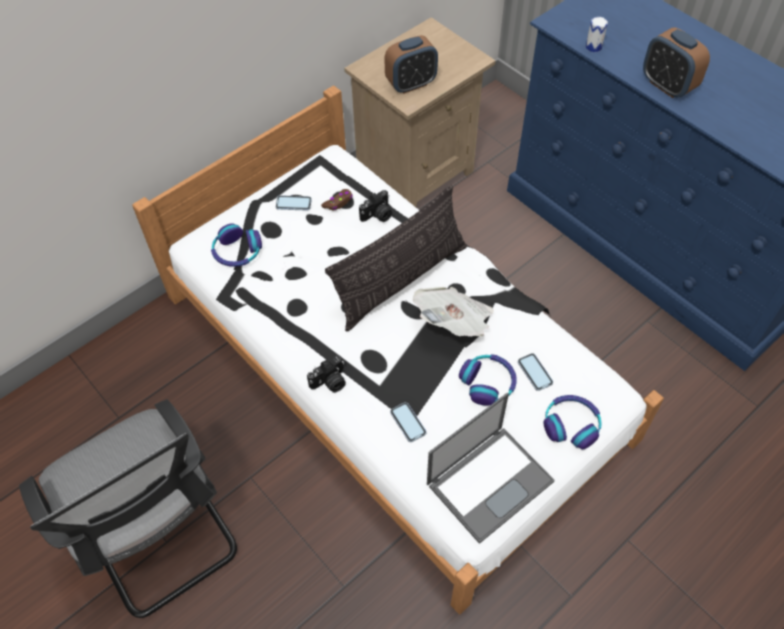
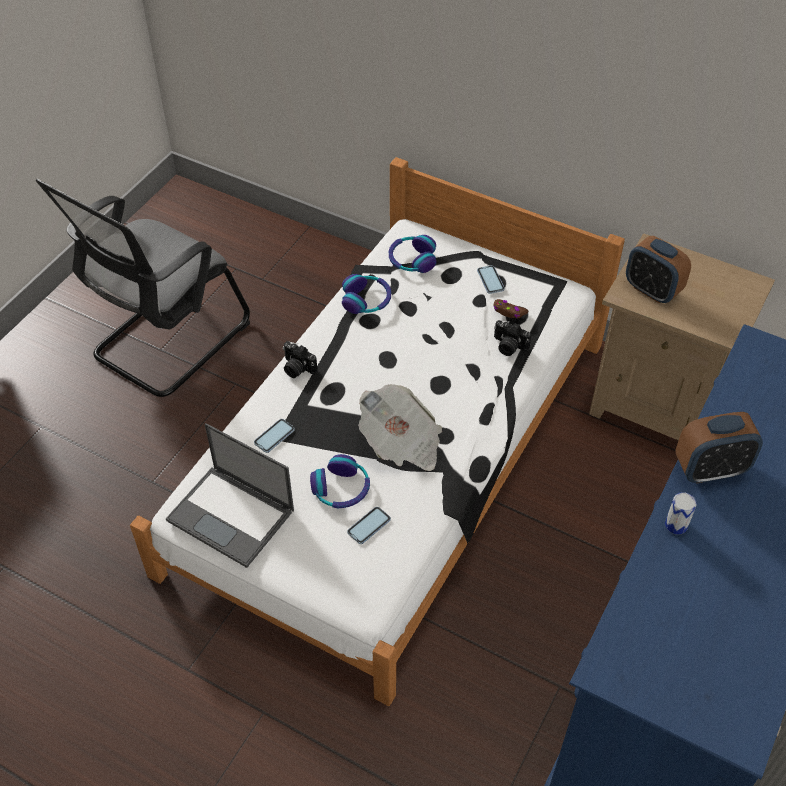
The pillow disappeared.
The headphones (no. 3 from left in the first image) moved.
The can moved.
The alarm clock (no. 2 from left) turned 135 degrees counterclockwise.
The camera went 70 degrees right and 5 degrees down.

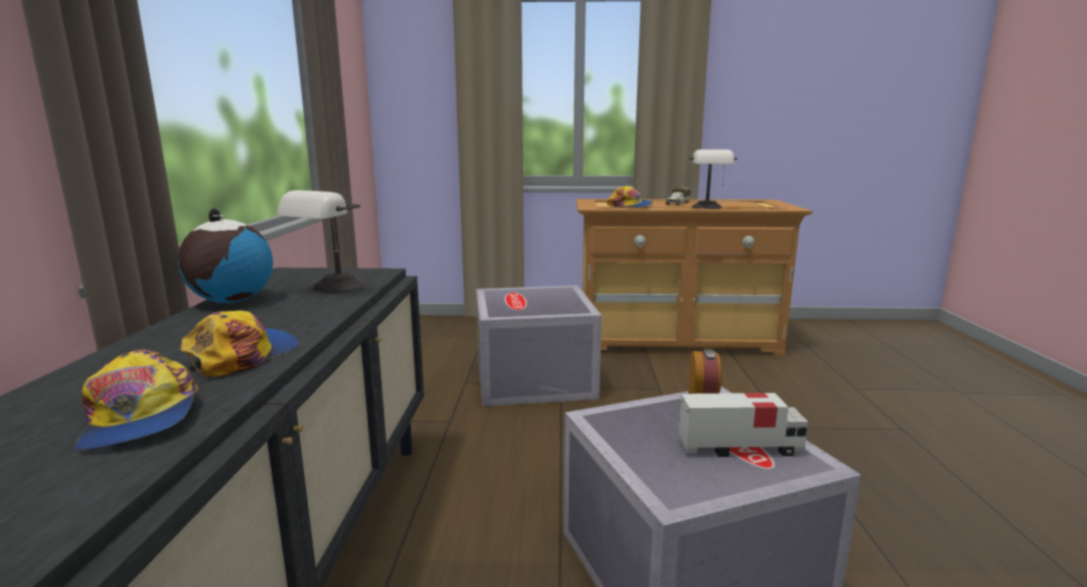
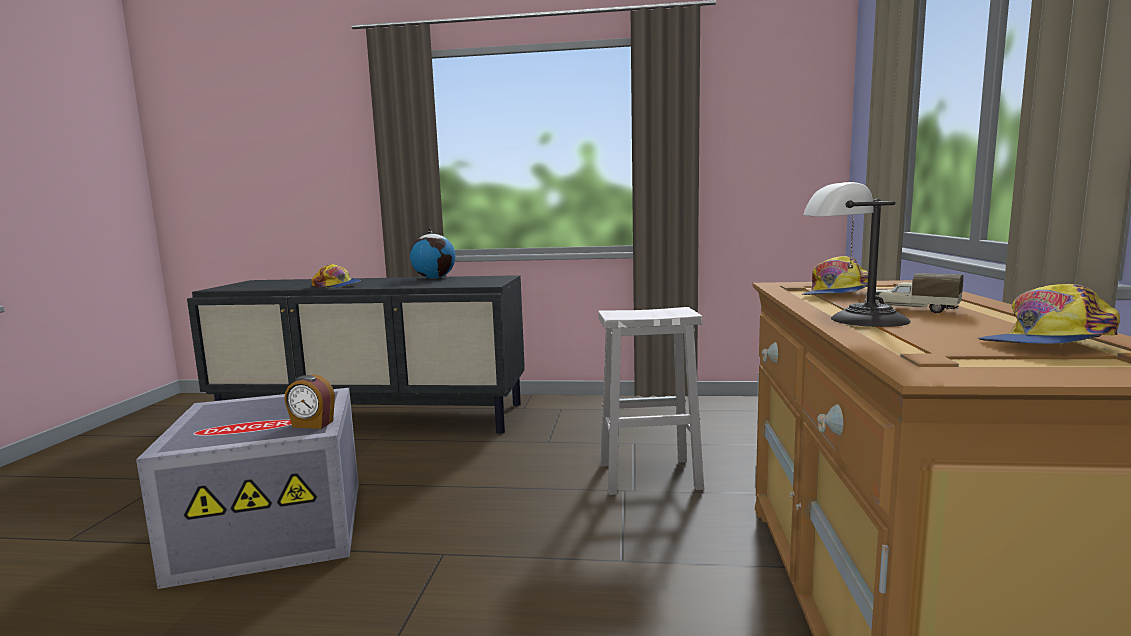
The table lamp (no. 1 from left) disappeared.
The toy truck (no. 2 from left) disappeared.
The cap (no. 1 from left in the first image) moved.
The storage box (grey) (no. 1 from left) was replaced by the stool (white).
The camera went 95 degrees right and 5 degrees down.

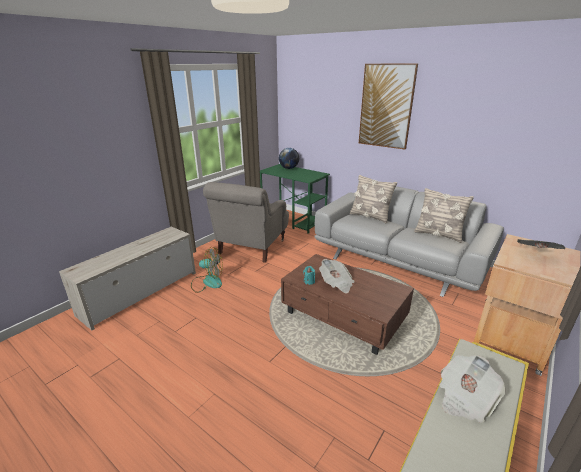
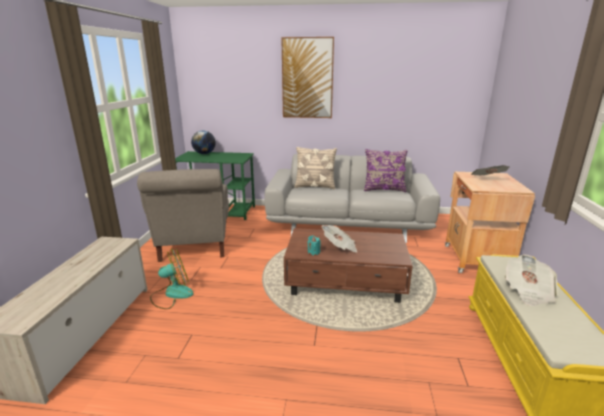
The pillow (beige) (no. 2 from left) became the pillow (purple).
The camera went 30 degrees left and 5 degrees down.

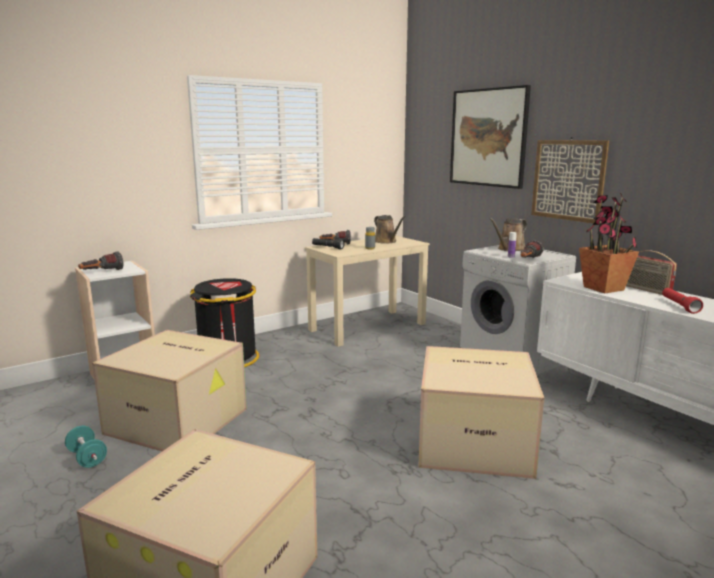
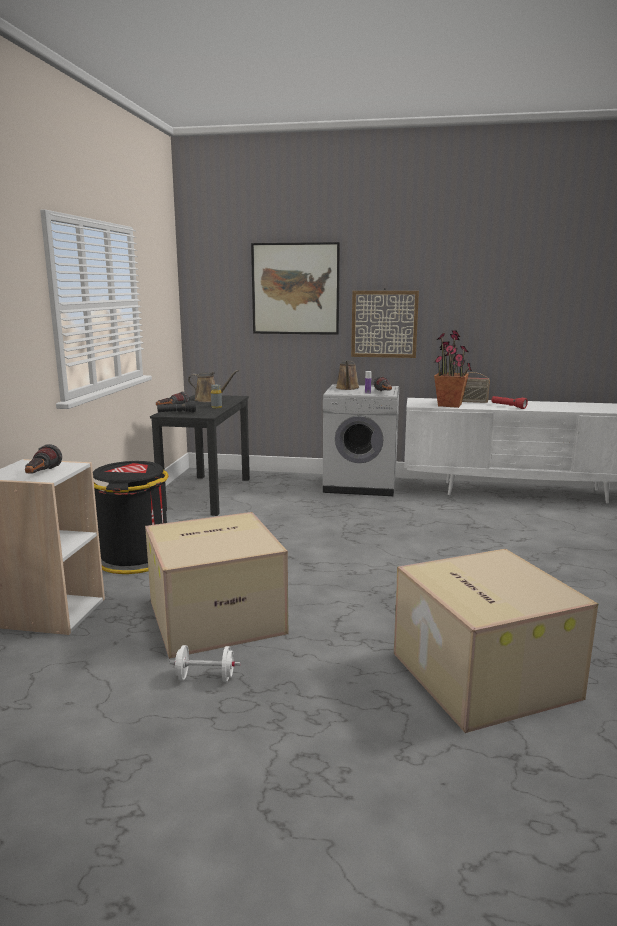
The cardboard box (no. 3 from left) disappeared.
The dumbbell (turquoise) became the dumbbell (white).
The desk (beige) became the desk (black).
The camera went 45 degrees left and 0 degrees up.

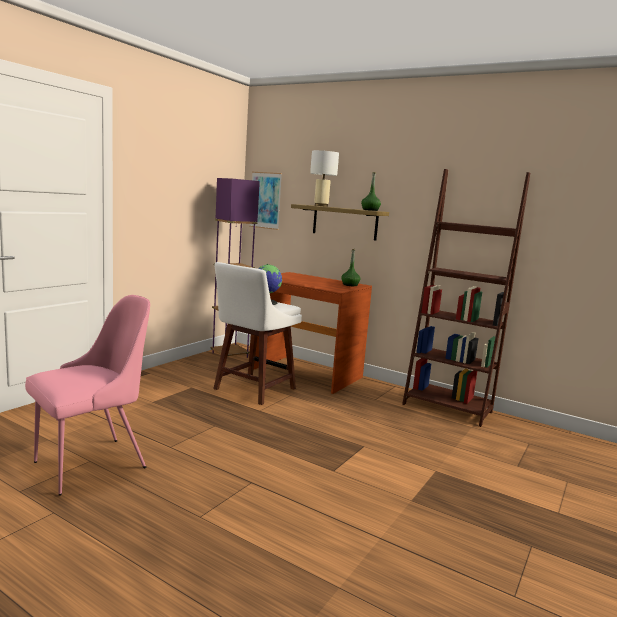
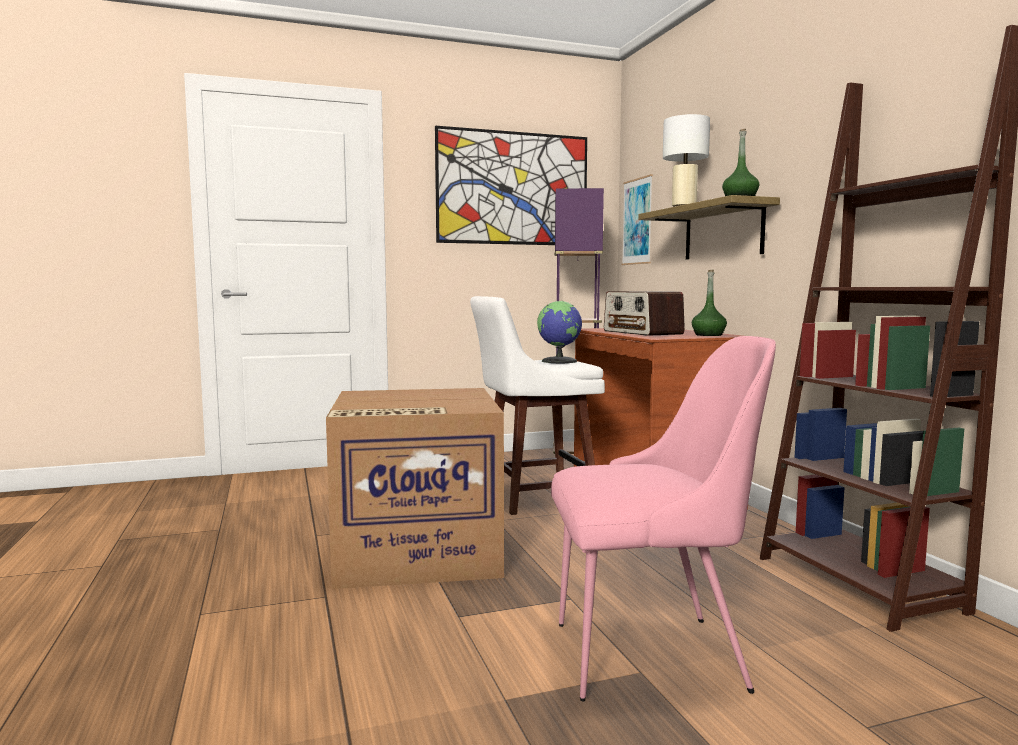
The cardboard box appeared.
The picture (no. 1 from left) appeared.
The radio appeared.
The chair (pink) moved.
The camera went 40 degrees right and 5 degrees down.

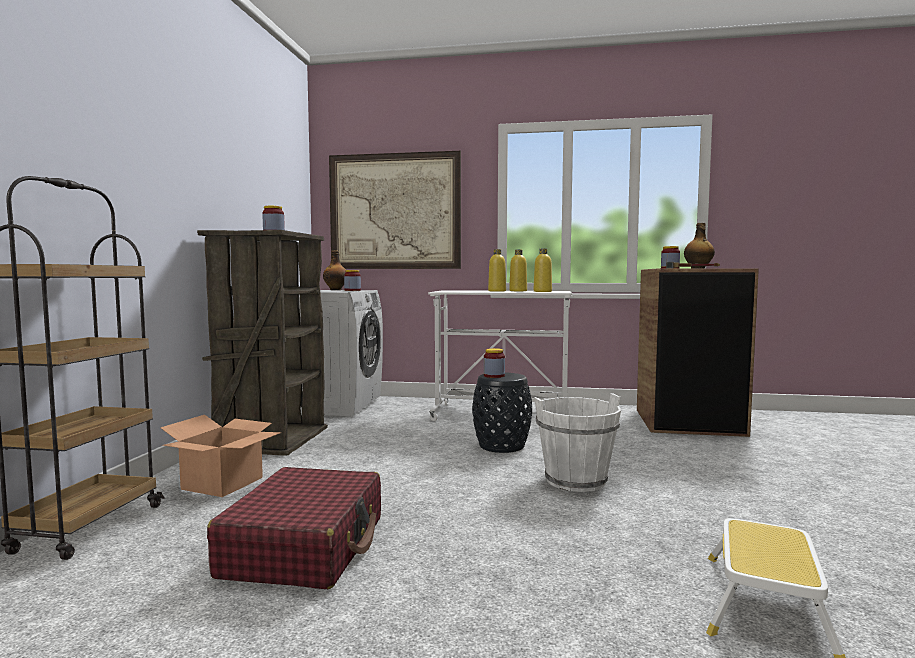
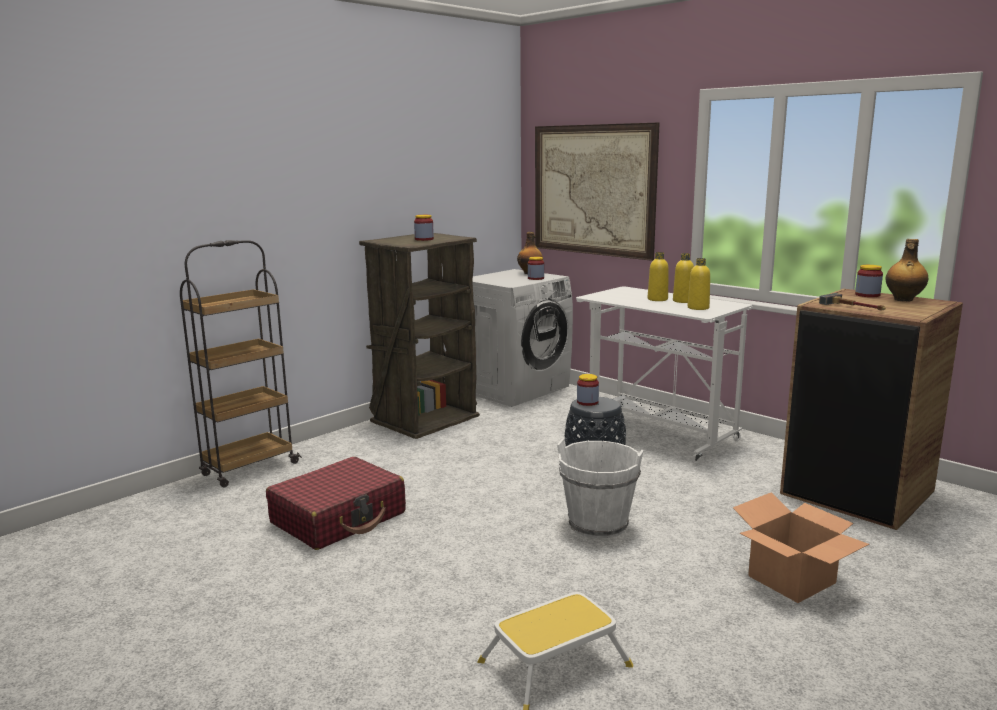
The cardboard box moved.
The camera went 35 degrees right and 10 degrees up.

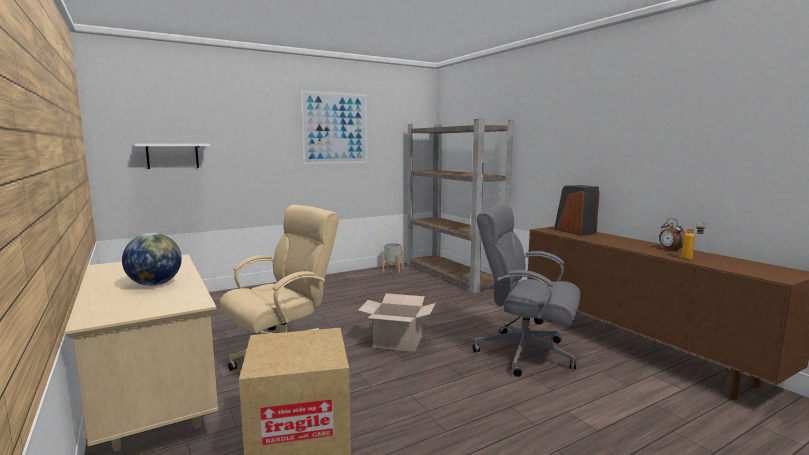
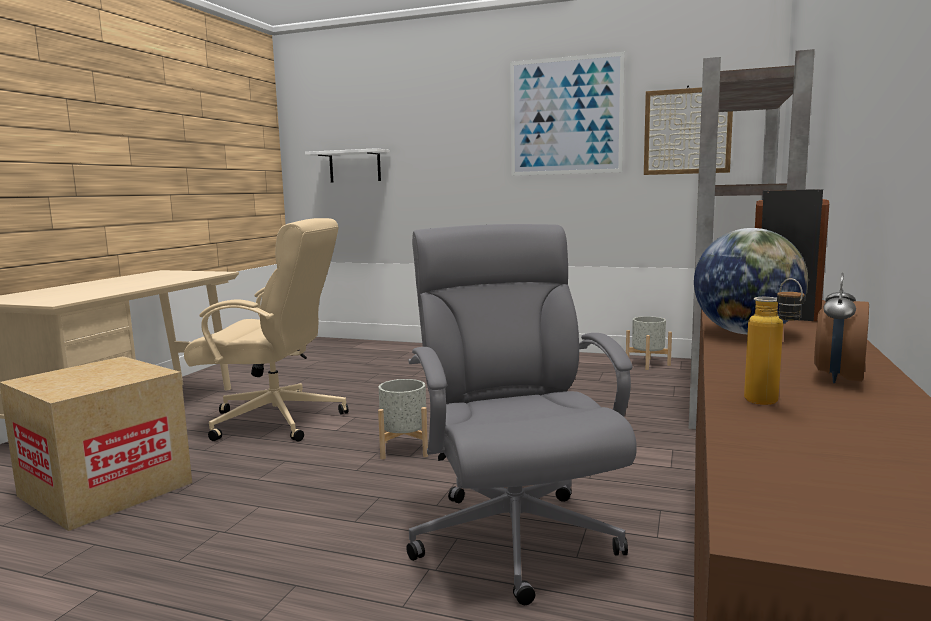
The picture (no. 2 from left) appeared.
The globe moved.
The cardboard box (no. 2 from left) was replaced by the planter (grey) (no. 1 from left).
The camera went 50 degrees right and 0 degrees up.

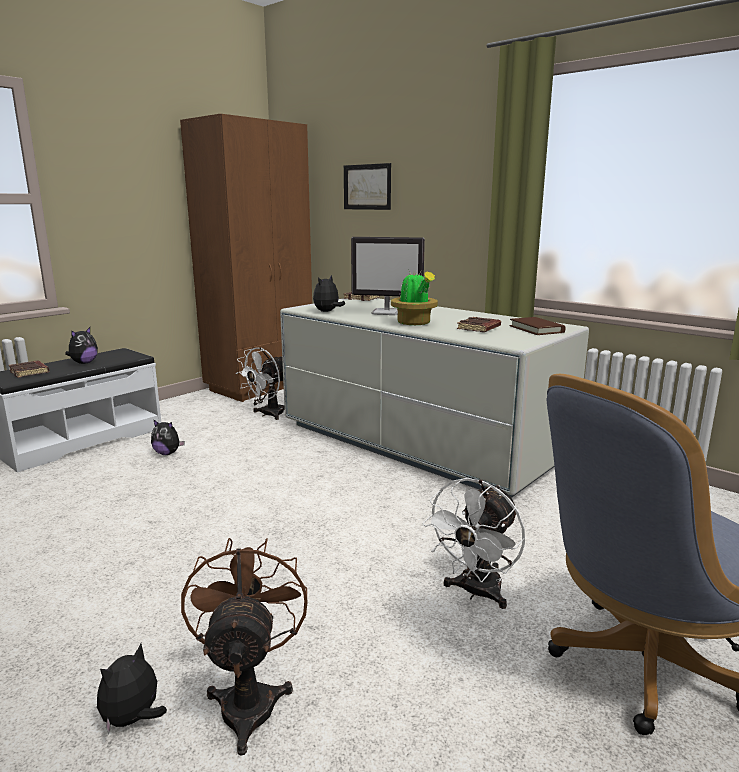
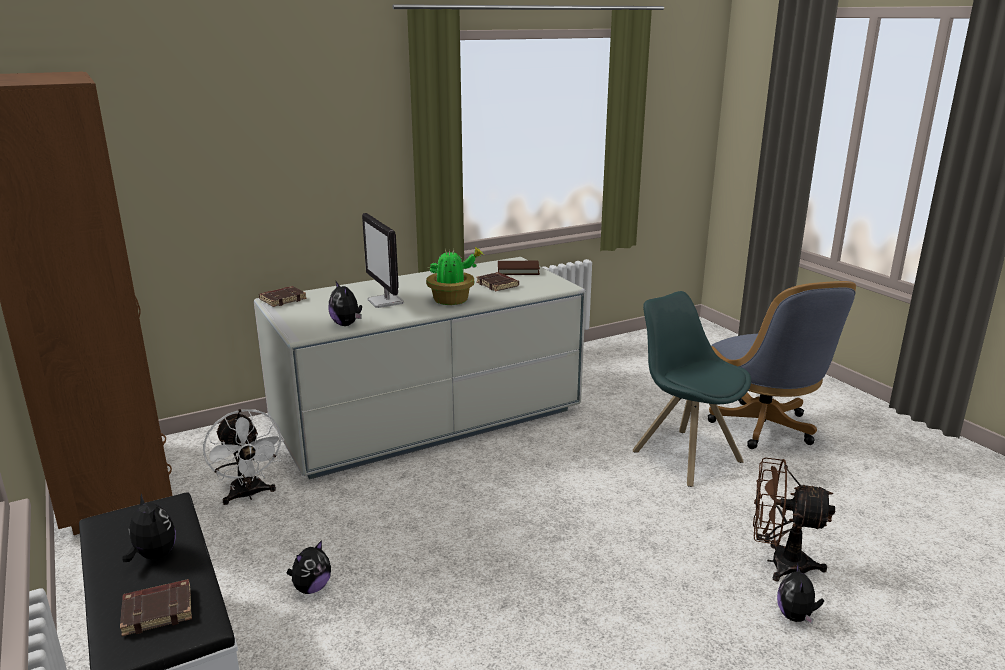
The picture disappeared.
The fan (white) (no. 2 from left) was replaced by the chair (turquoise).
The plush toy (no. 2 from left in the first image) turned 45 degrees clockwise.
The monitor turned 120 degrees clockwise.
The camera went 70 degrees left and 5 degrees up.

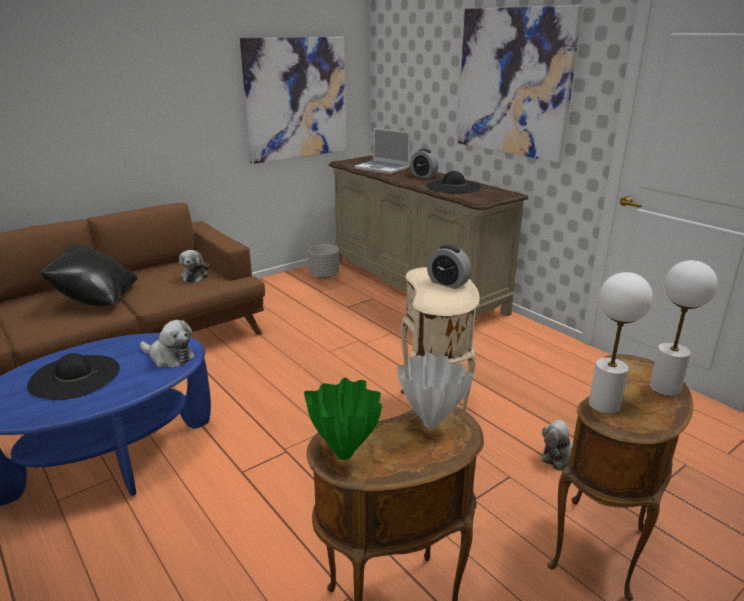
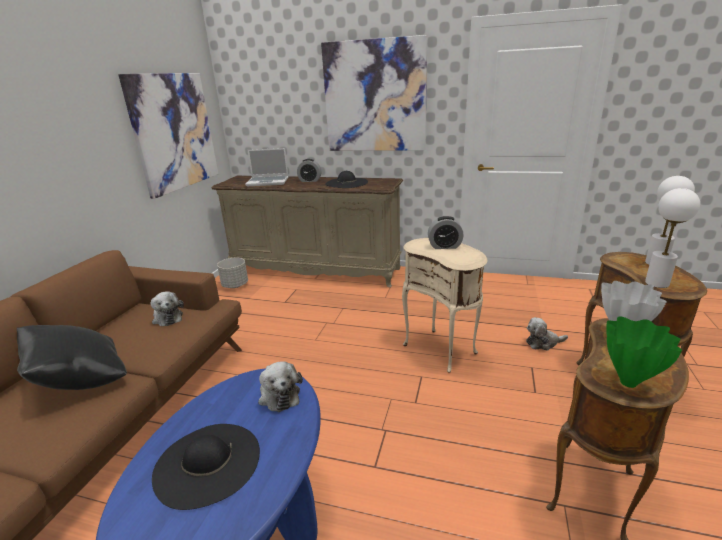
The plush toy (no. 1 from left in the first image) turned 75 degrees clockwise.
The camera went 35 degrees left and 0 degrees up.

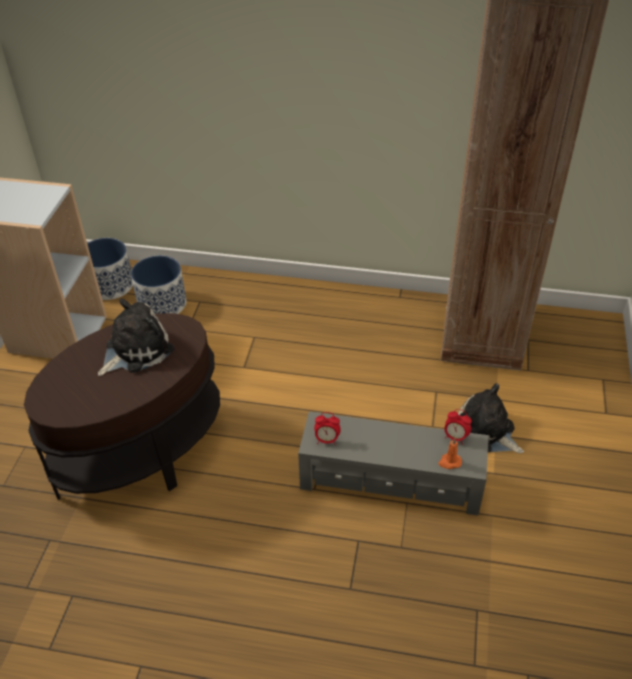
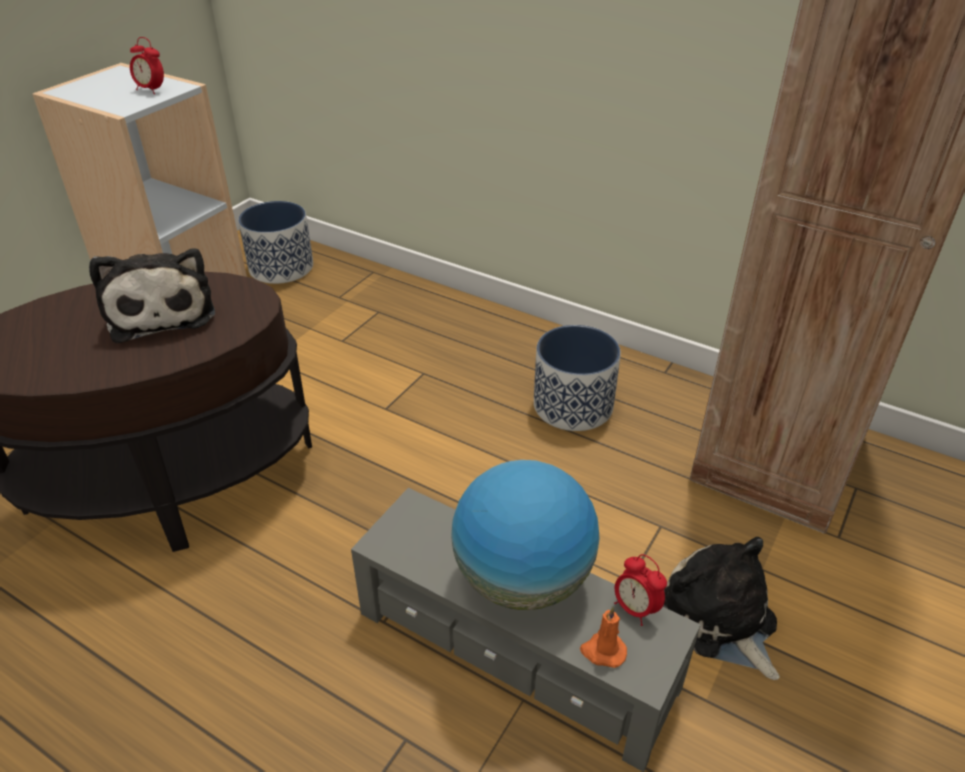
The globe appeared.
The planter (no. 2 from left) moved.
The alarm clock (no. 1 from left) moved.
The plush toy (no. 1 from left) turned 90 degrees clockwise.
The camera went 20 degrees right and 5 degrees down.

